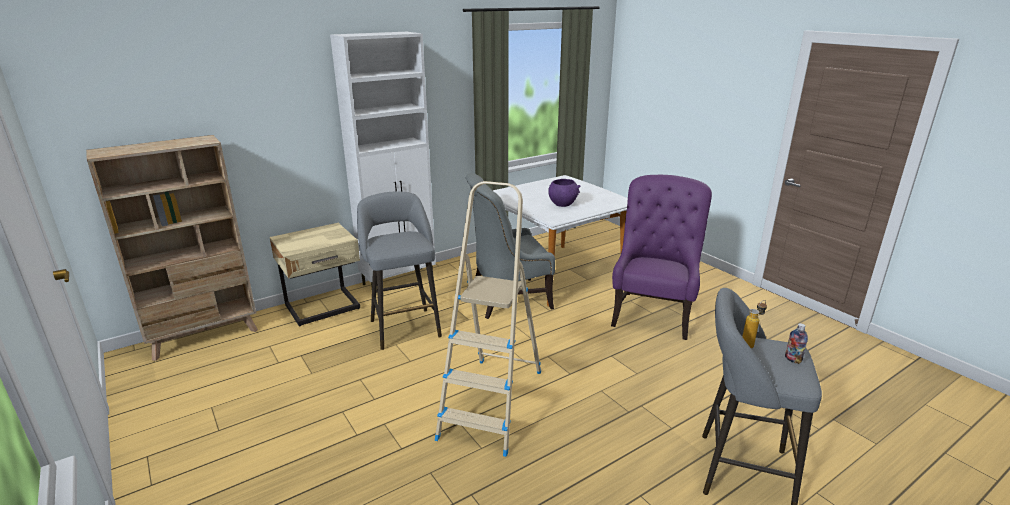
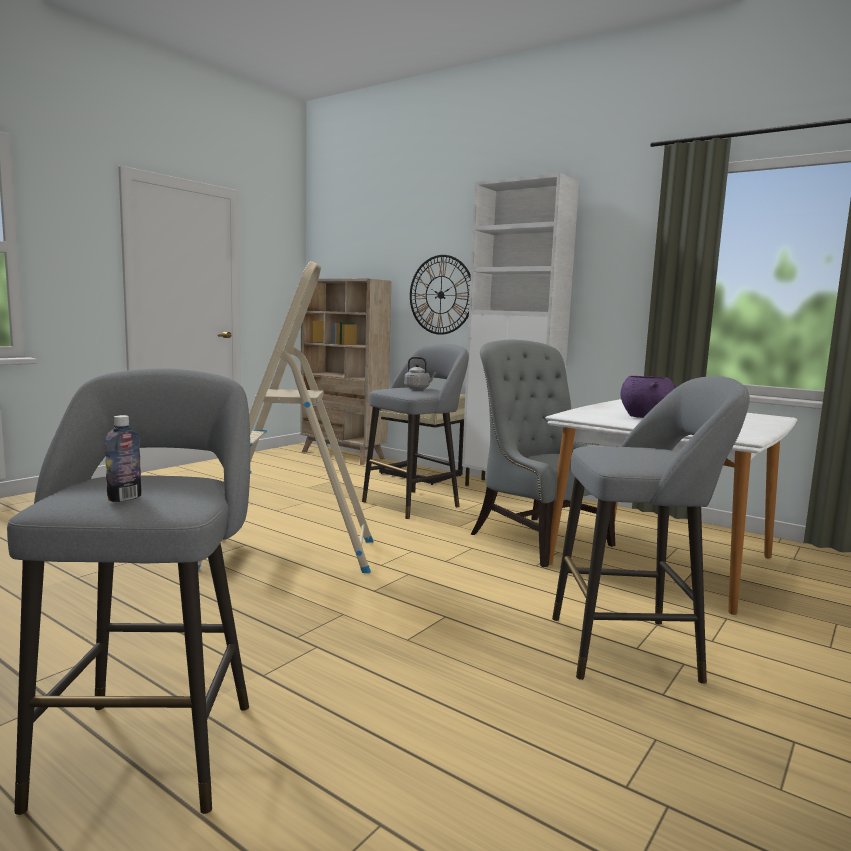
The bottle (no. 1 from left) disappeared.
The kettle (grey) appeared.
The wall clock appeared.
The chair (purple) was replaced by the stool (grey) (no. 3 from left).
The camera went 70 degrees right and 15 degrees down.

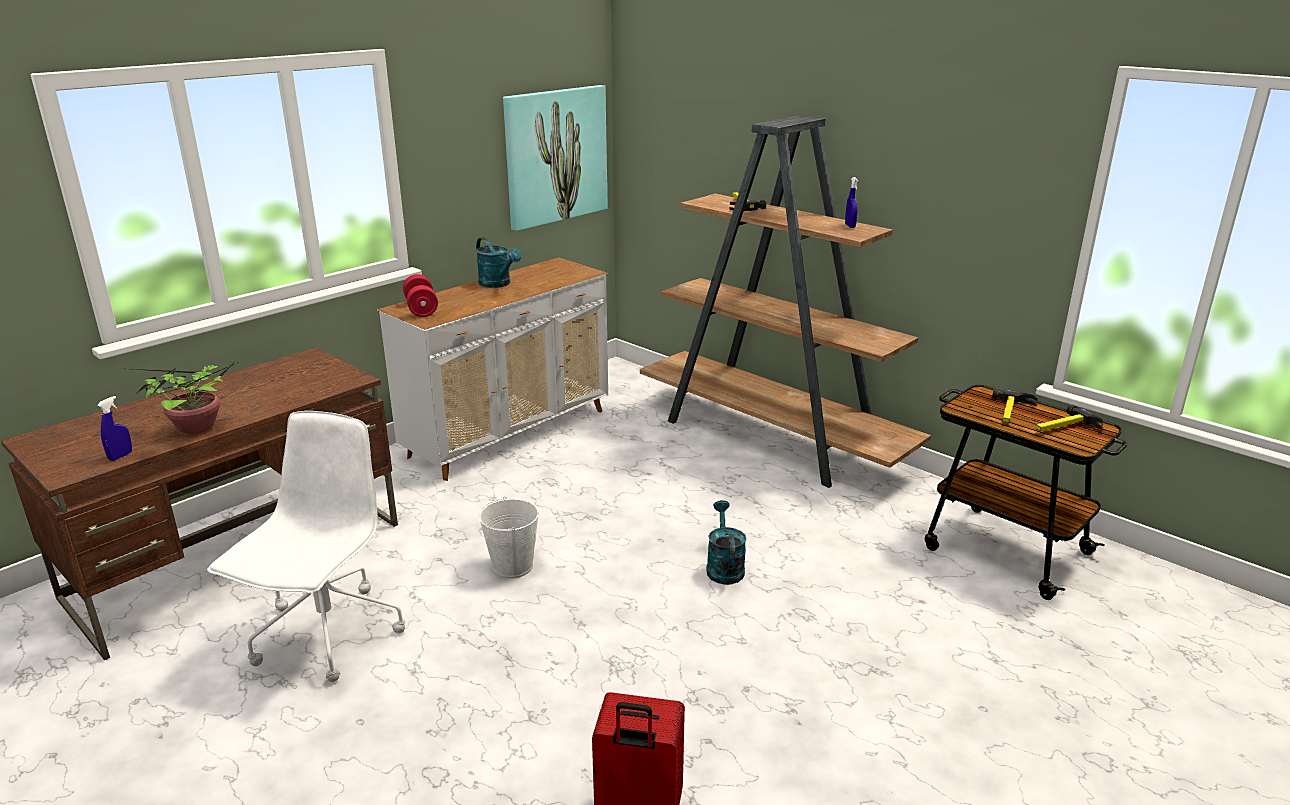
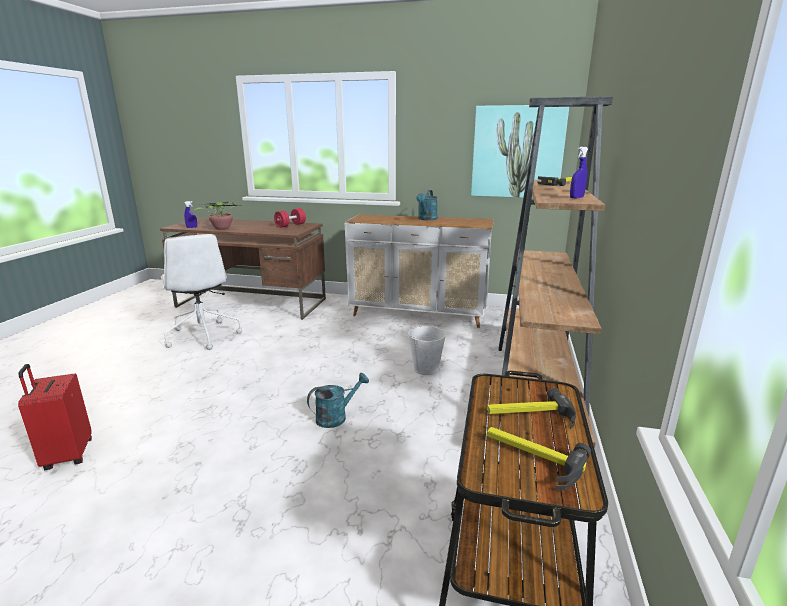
The dumbbell (red) moved.
The bucket (white) moved.
The office chair (white) turned 75 degrees clockwise.
The camera went 60 degrees right and 5 degrees down.

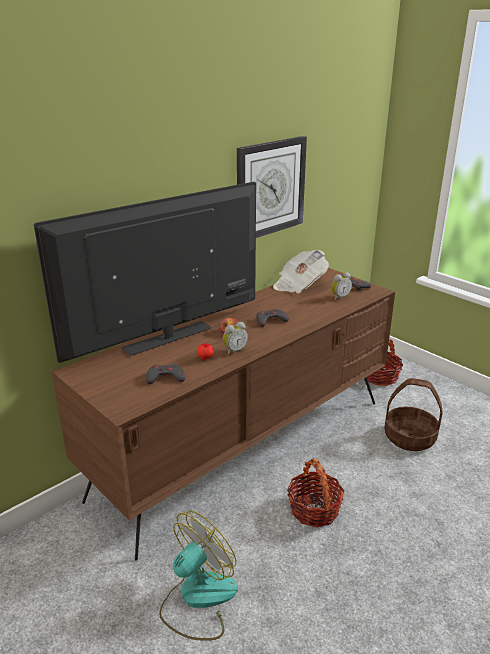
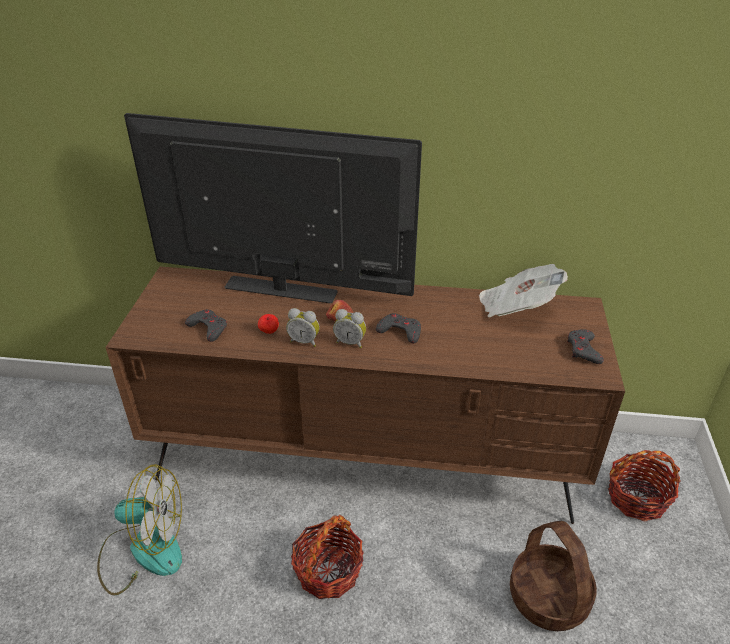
The wall clock disappeared.
The alarm clock (no. 2 from left) moved.
The camera went 50 degrees right and 10 degrees up.

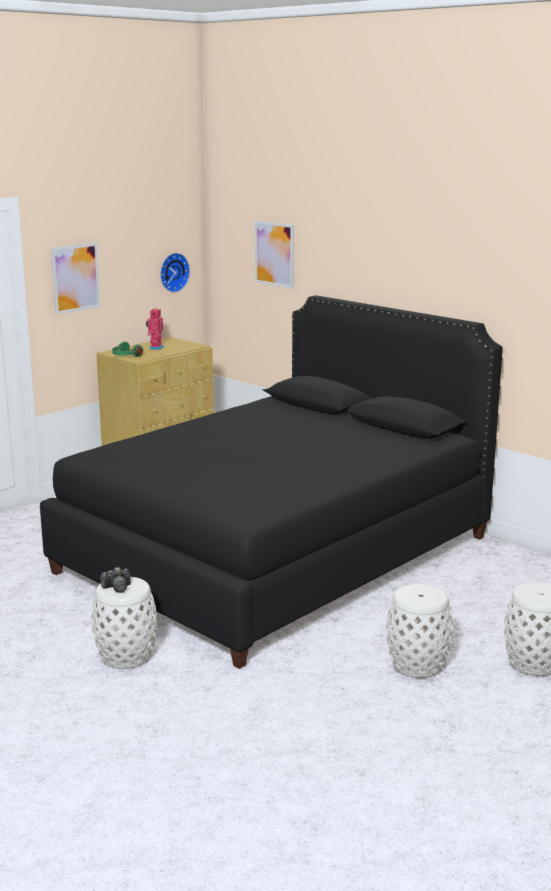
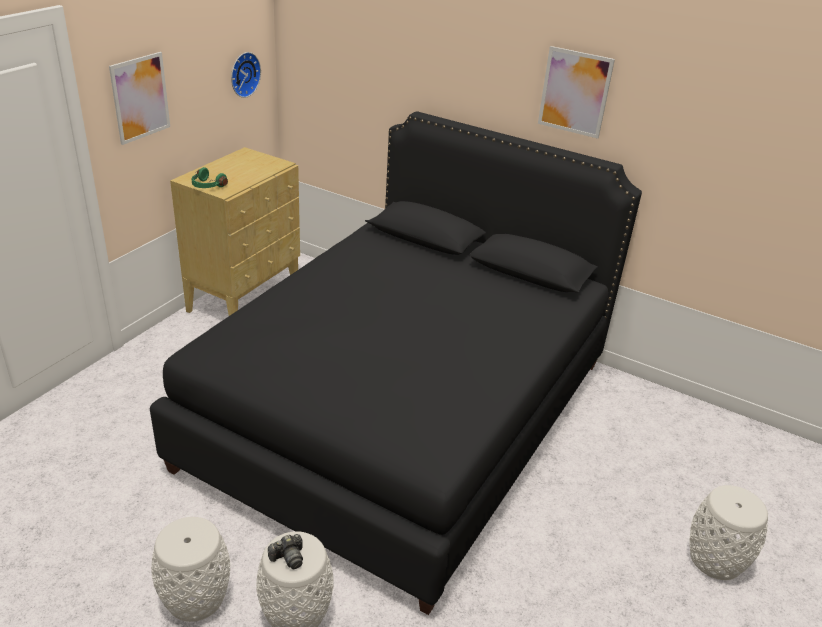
The toy robot disappeared.
The picture (no. 2 from left) moved.
The stool (white) (no. 2 from left in the first image) moved.
The camera went 15 degrees left and 15 degrees up.

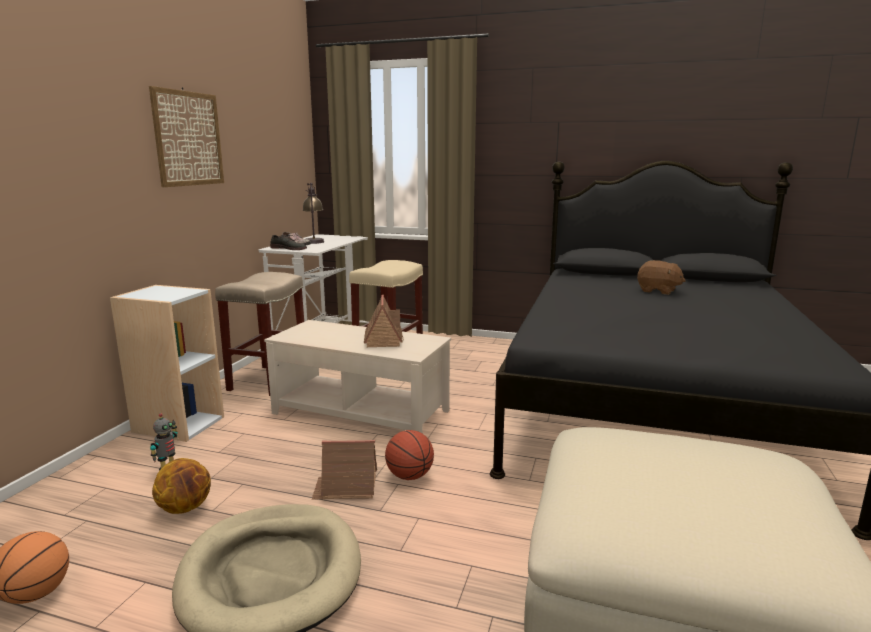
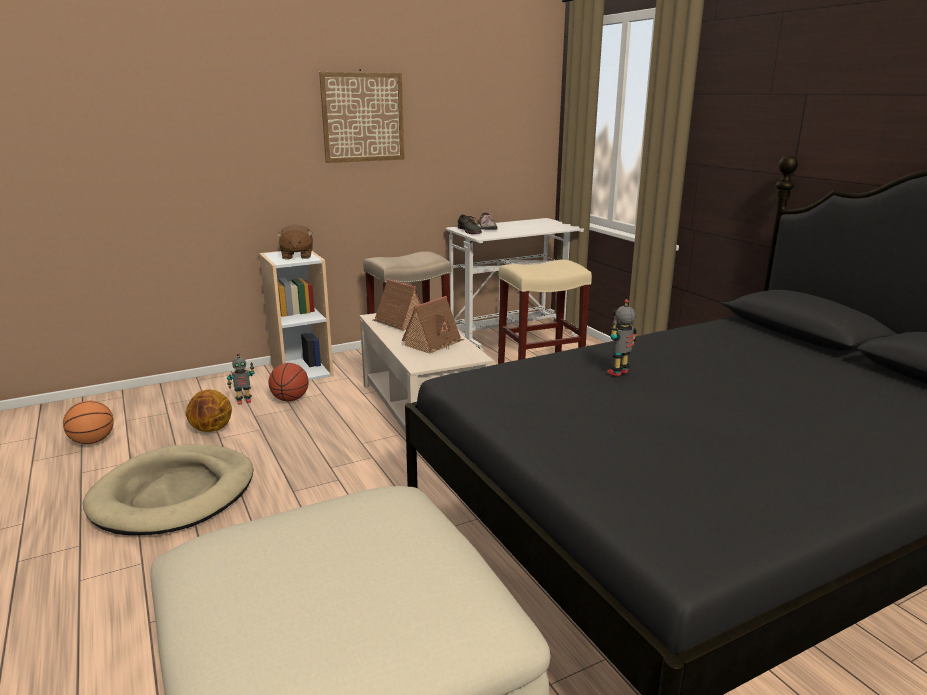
The table lamp disappeared.
The toy robot (no. 2 from left) appeared.
The toy house (no. 1 from left) moved.
The basketball (no. 3 from left) moved.
The plush toy (brown) moved.
The camera went 45 degrees right and 5 degrees up.

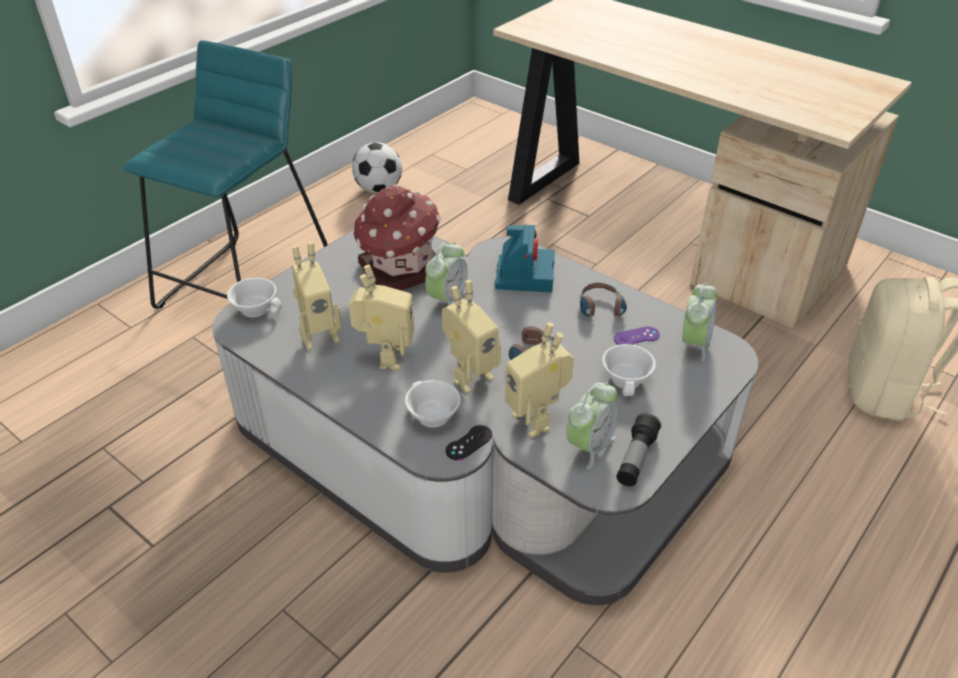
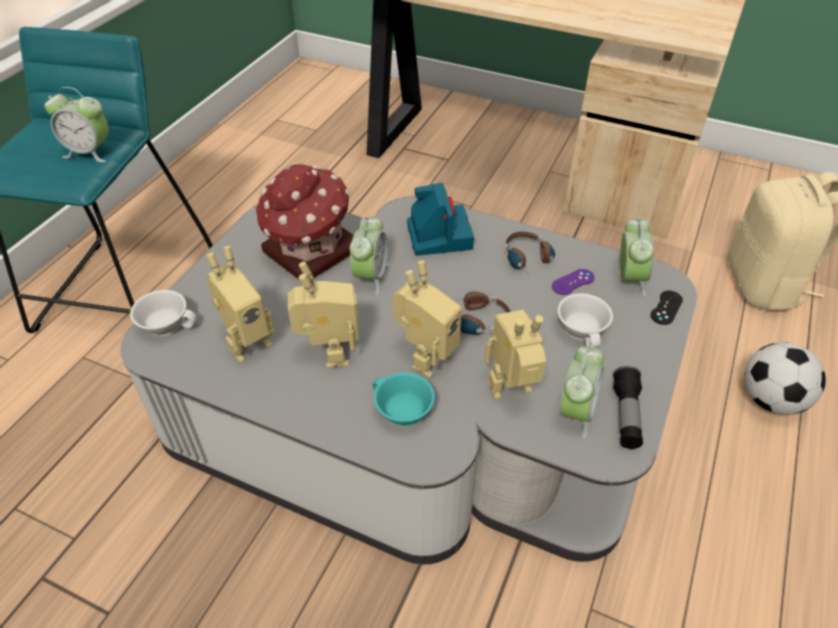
The alarm clock (no. 1 from left) appeared.
The football moved.
The game controller (black) moved.
The cup (white) (no. 2 from left) became the cup (turquoise).
The toy robot (no. 4 from left) turned 120 degrees clockwise.
The camera went 15 degrees left and 5 degrees up.

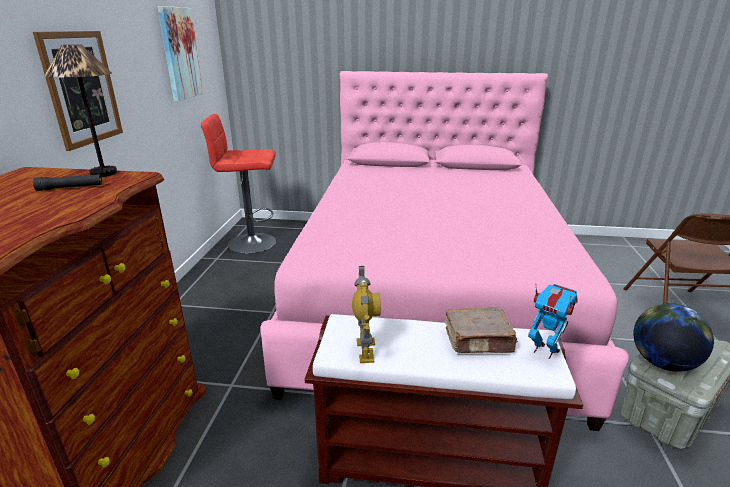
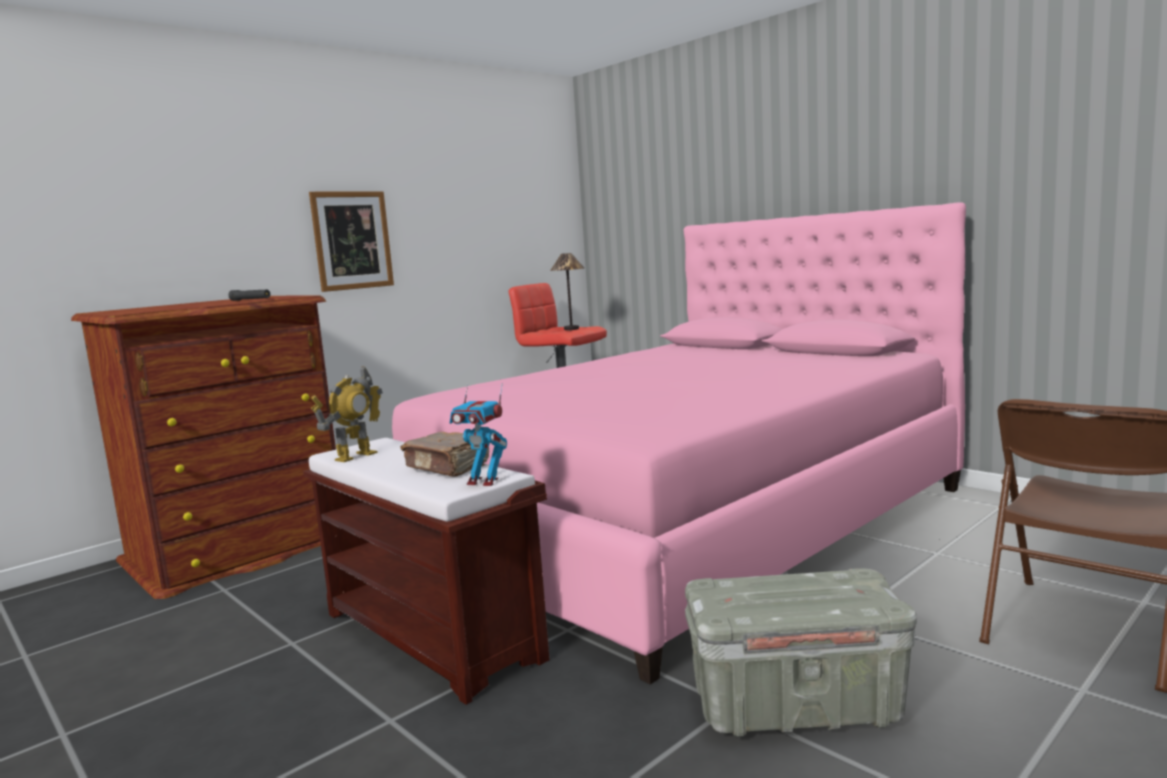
The picture (no. 2 from left) disappeared.
The globe disappeared.
The table lamp moved.
The toy robot (no. 2 from left) turned 120 degrees clockwise.
The camera went 40 degrees right and 15 degrees down.

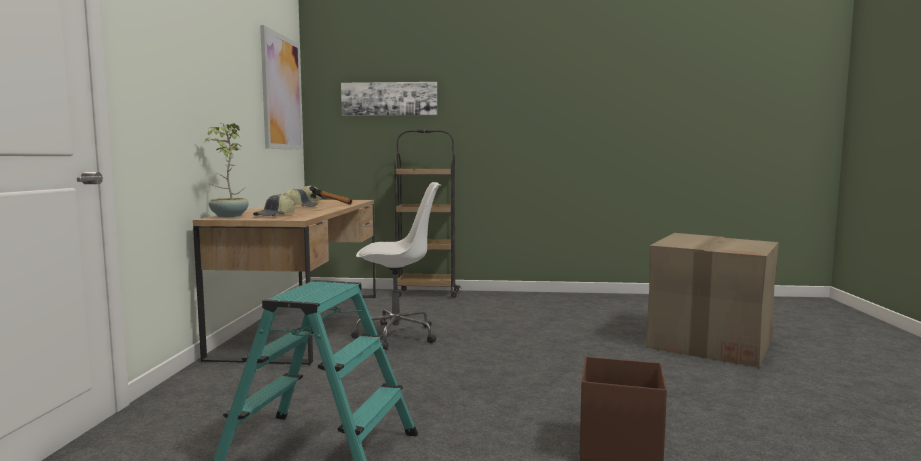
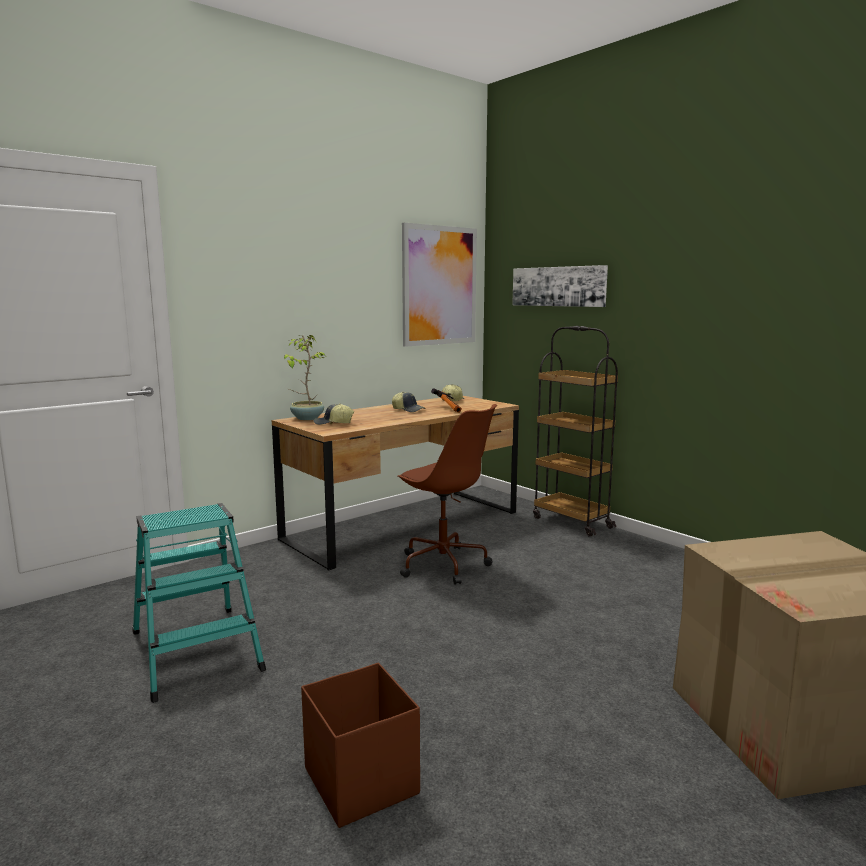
The office chair (white) became the office chair (brown).
The camera went 45 degrees right and 5 degrees up.

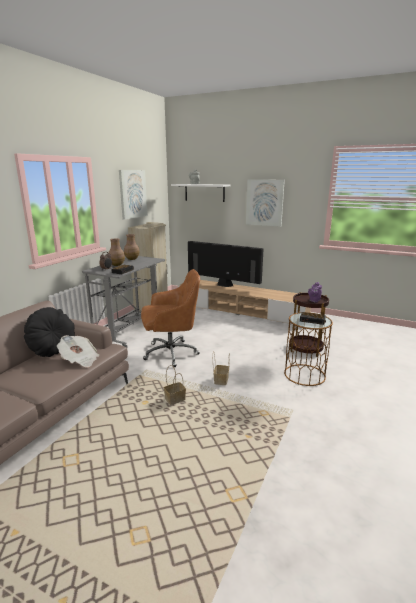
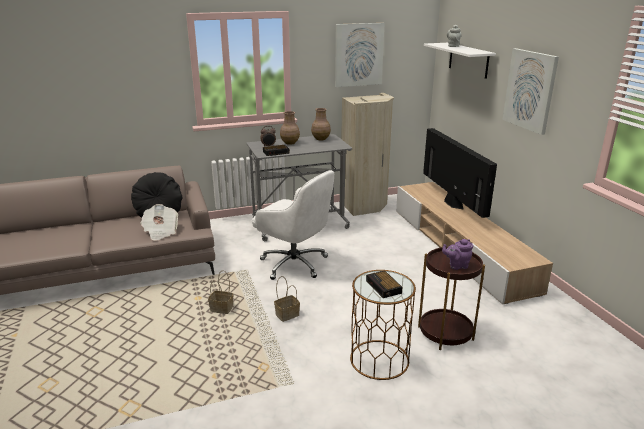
The office chair (brown) became the office chair (white).
The camera went 45 degrees right and 5 degrees up.

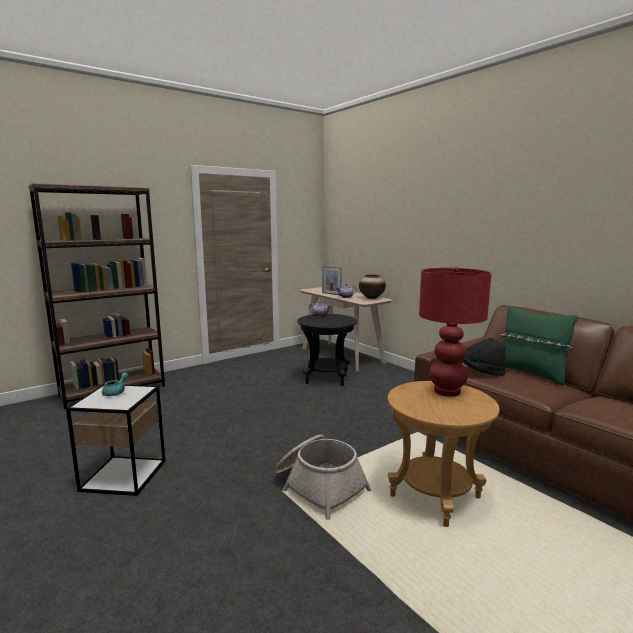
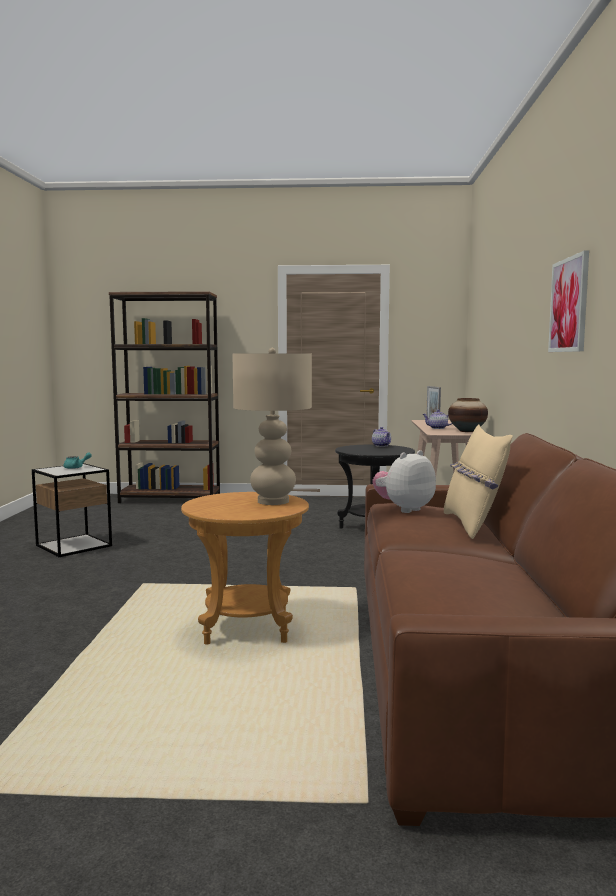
The basket disappeared.
The picture appeared.
The hat (black) was replaced by the plush toy.
The table lamp (red) became the table lamp (beige).
The pillow (green) became the pillow (beige).
The camera went 40 degrees right and 5 degrees down.

